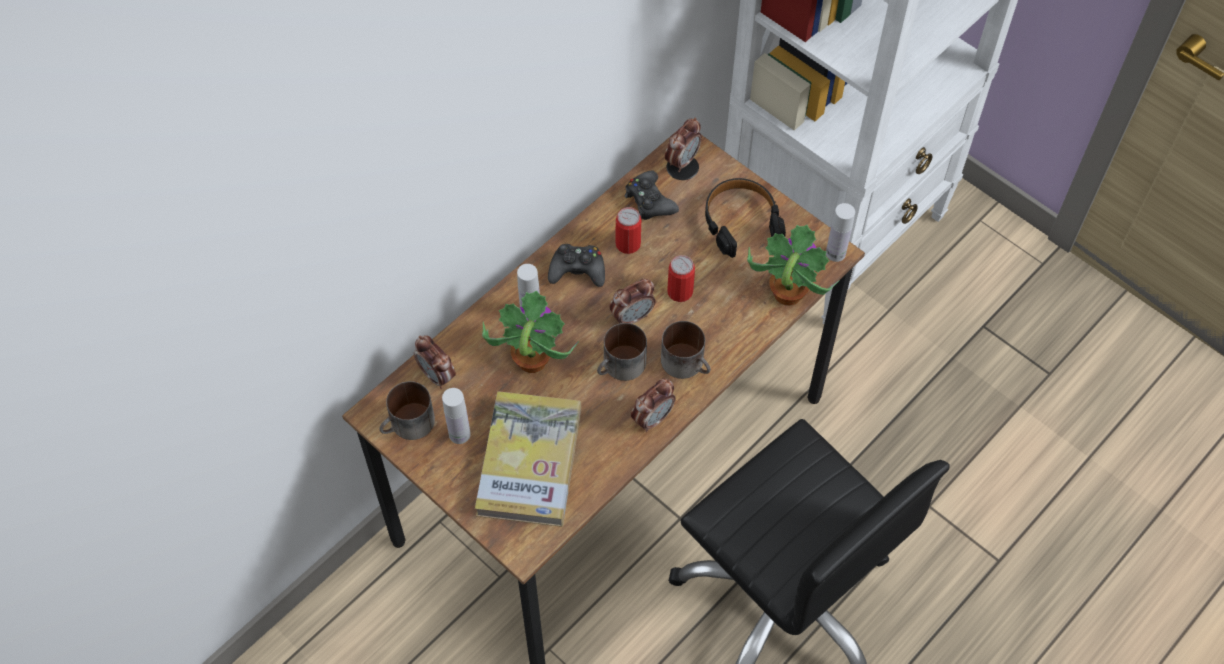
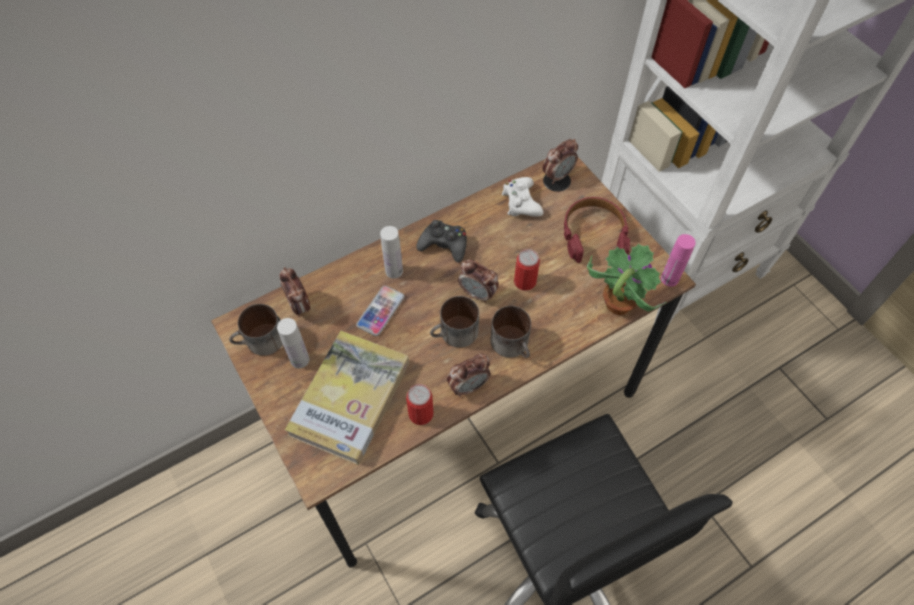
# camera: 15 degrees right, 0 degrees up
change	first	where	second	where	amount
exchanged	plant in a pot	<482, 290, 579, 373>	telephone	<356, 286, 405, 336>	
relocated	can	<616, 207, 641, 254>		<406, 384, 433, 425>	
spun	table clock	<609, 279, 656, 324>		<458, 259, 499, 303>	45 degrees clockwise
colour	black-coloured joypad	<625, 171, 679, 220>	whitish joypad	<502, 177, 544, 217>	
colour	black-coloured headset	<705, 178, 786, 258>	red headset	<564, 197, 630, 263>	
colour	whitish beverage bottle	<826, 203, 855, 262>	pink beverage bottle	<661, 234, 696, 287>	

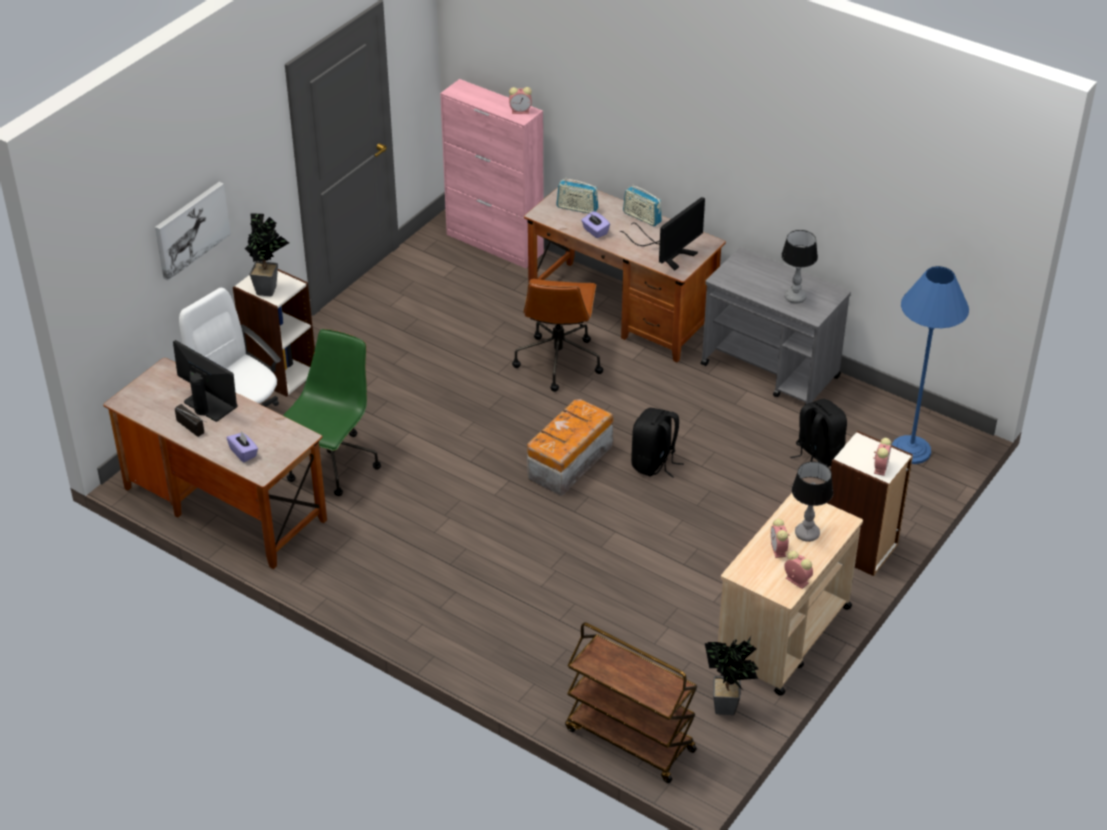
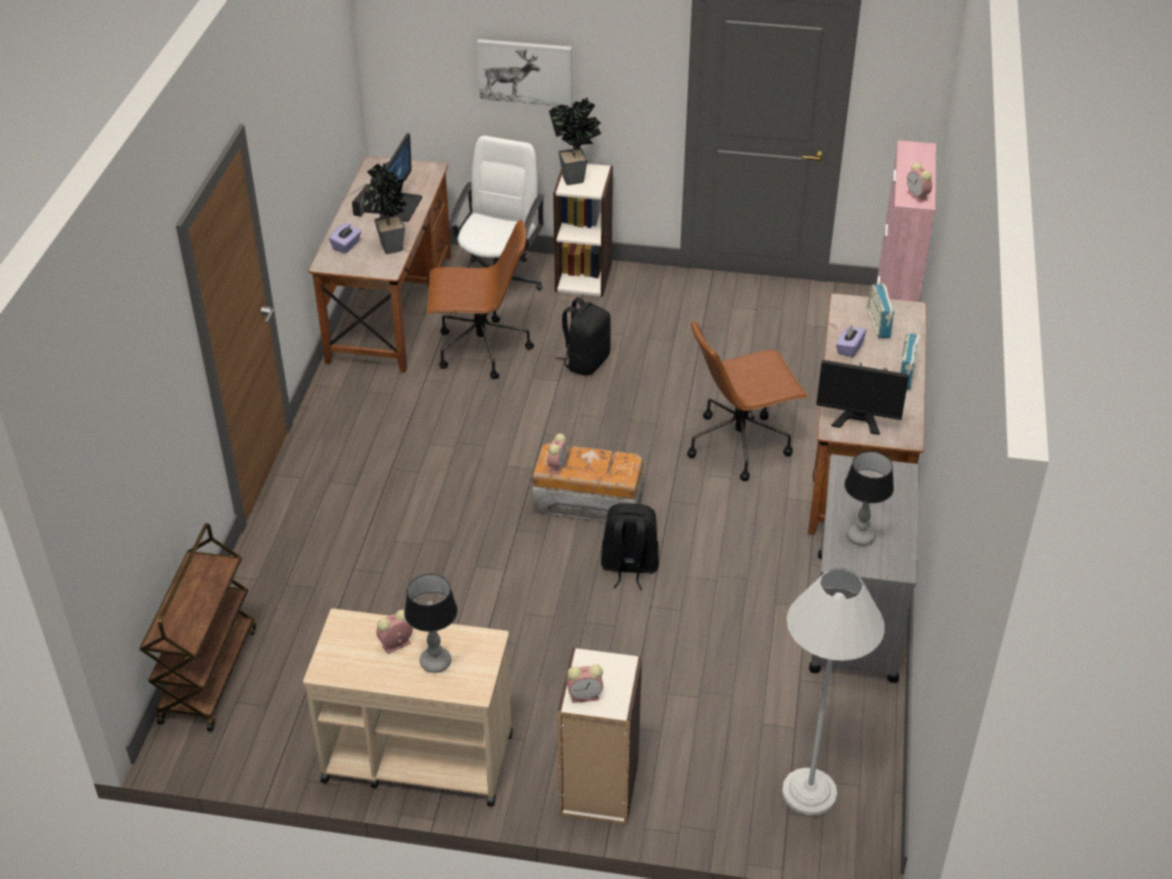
# camera: 65 degrees right, 0 degrees up
change	first	where	second	where	amount
relocated	plant in a pot	<705, 636, 758, 715>		<364, 163, 407, 254>	
colour	greenish computer chair	<283, 329, 381, 496>	brown-coloured computer chair	<427, 219, 534, 379>	
relocated	table clock	<784, 551, 813, 589>		<547, 433, 567, 474>	
relocated	black-coloured backpack	<790, 399, 847, 467>		<556, 297, 611, 375>	
colour	blue floor lamp	<892, 266, 969, 464>	whitish floor lamp	<782, 568, 885, 815>	

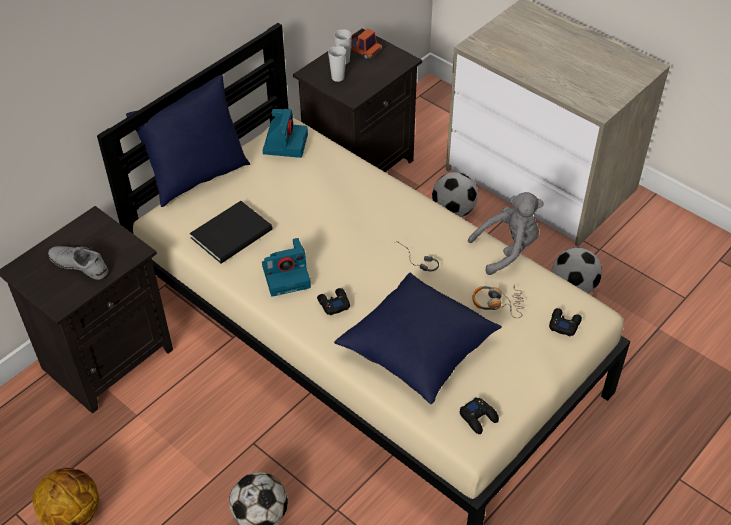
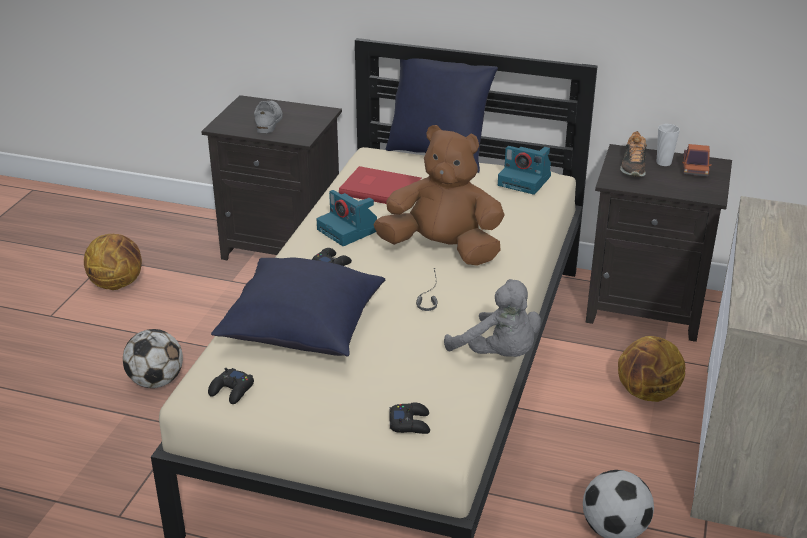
# camera: 65 degrees right, 15 degrees down
change	first	where	second	where	amount
colour	black-coloured book	<190, 201, 273, 264>	red book	<339, 166, 422, 204>	
appeared			brown-coloured soft toy	<374, 125, 505, 266>	
spun	photo camera	<263, 109, 308, 158>		<498, 146, 551, 195>	45 degrees clockwise
exchanged	football	<432, 172, 478, 217>	ball for basketball	<618, 336, 685, 402>	
exchanged	drinking cup	<328, 46, 346, 82>	low shoe	<620, 131, 647, 177>	
missing	headset	<472, 285, 524, 318>			

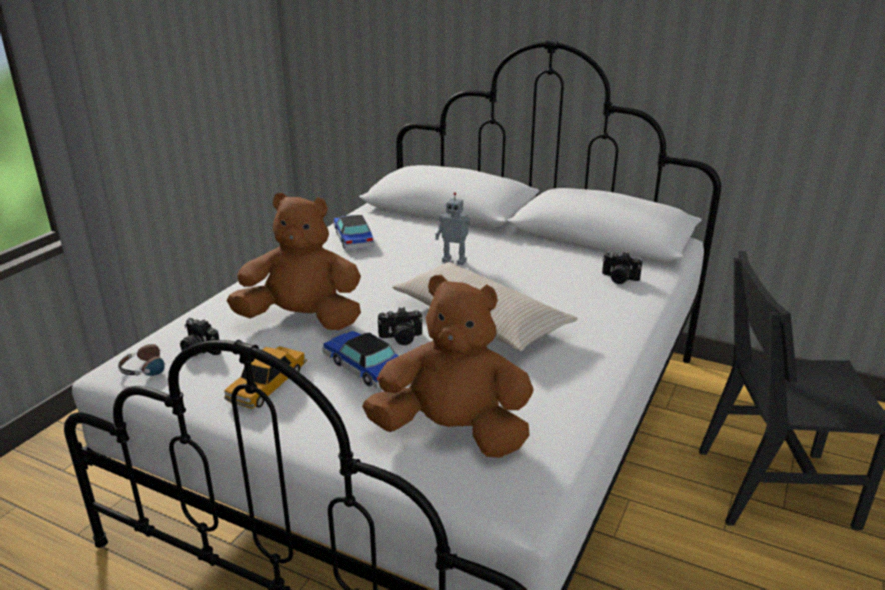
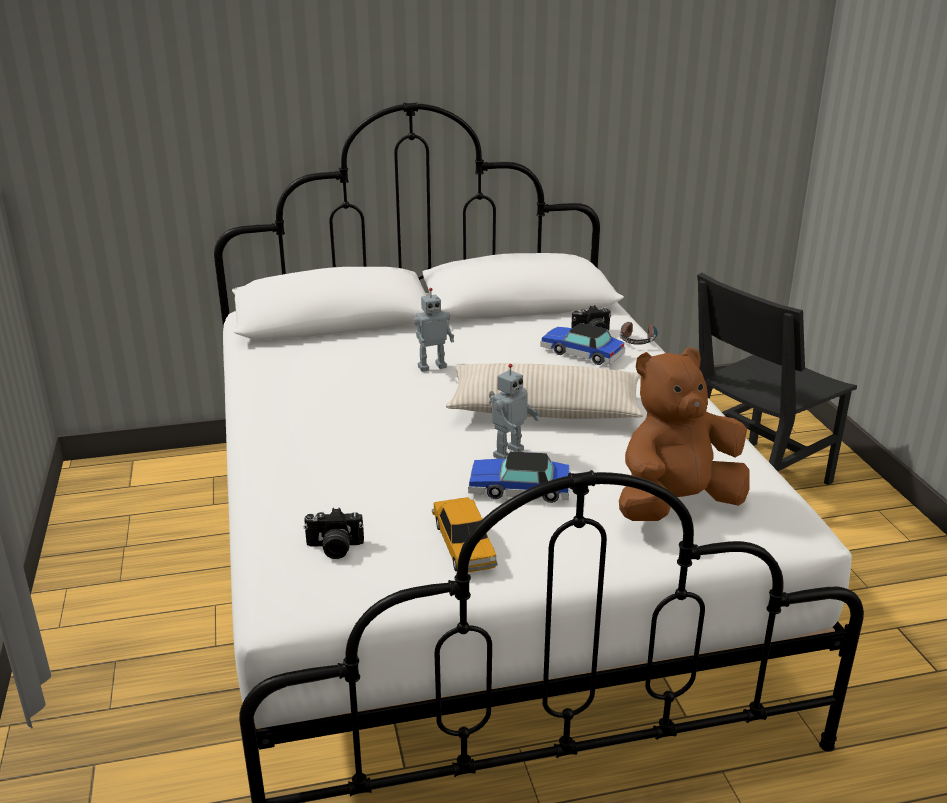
# camera: 40 degrees left, 0 degrees up
change	first	where	second	where	amount
exchanged	photo camera	<378, 307, 423, 345>	toy robot	<489, 364, 540, 459>	
relocated	miniature car	<333, 215, 374, 250>		<540, 323, 625, 365>	
relocated	headset	<118, 344, 172, 376>		<620, 322, 658, 345>	
missing	brown-coloured soft toy	<227, 192, 361, 330>			

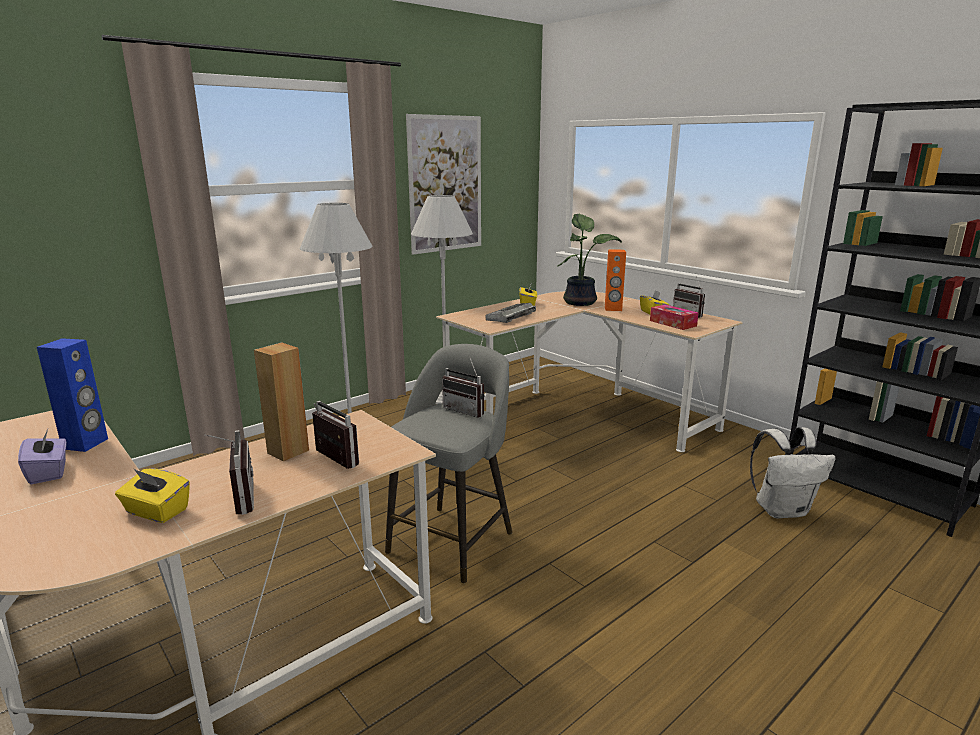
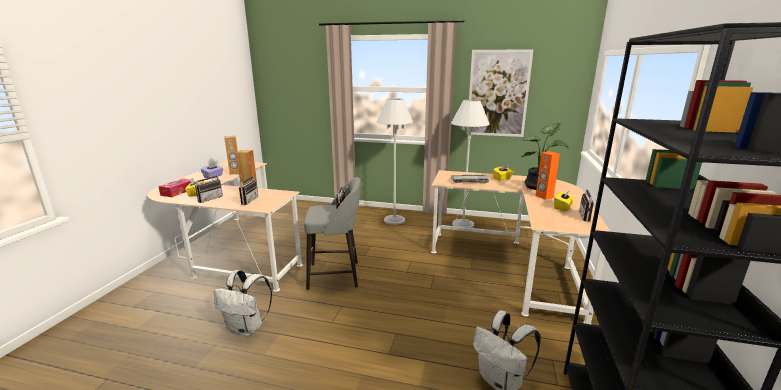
# camera: 55 degrees right, 0 degrees up
change	first	where	second	where	amount
relocated	box of tissues	<650, 304, 698, 330>		<158, 178, 191, 197>	
appeared			whitish backpack	<214, 270, 272, 336>	
colour	blue audio speaker	<37, 338, 108, 452>	brown-coloured audio speaker	<224, 135, 239, 175>	

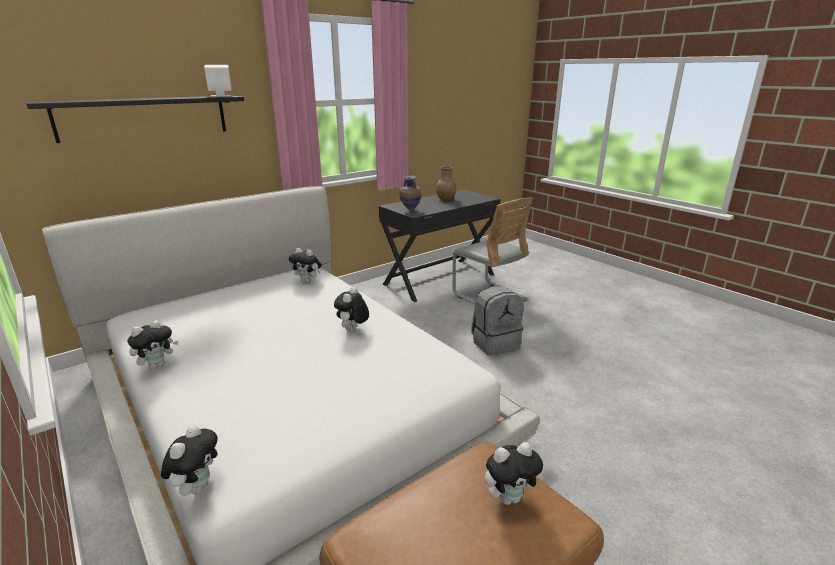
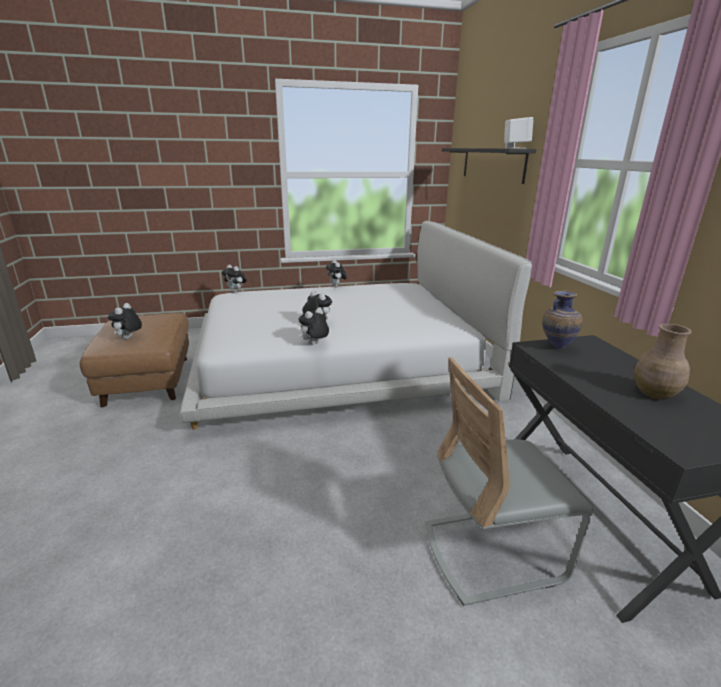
# camera: 115 degrees right, 0 degrees up
change	first	where	second	where	amount
relocated	soft toy	<289, 248, 322, 283>		<298, 308, 329, 344>	
missing	greyish backpack	<471, 286, 523, 356>			

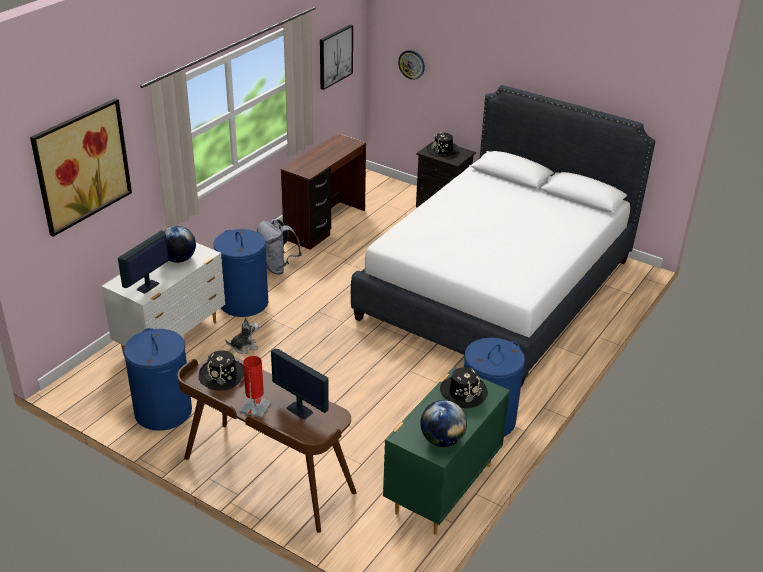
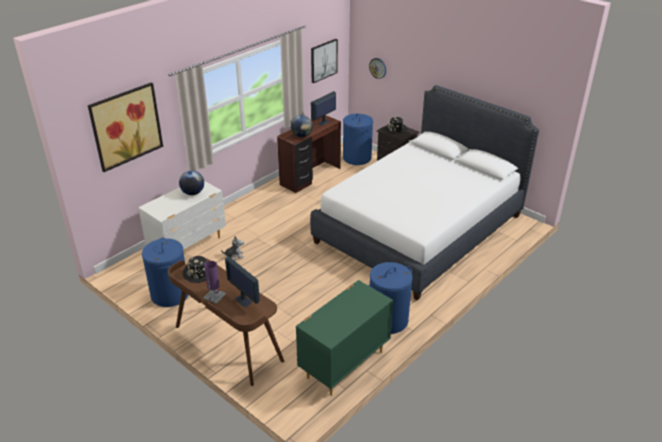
# camera: 10 degrees right, 0 degrees up
change	first	where	second	where	amount
colour	red table lamp	<240, 356, 271, 418>	purplish table lamp	<203, 261, 226, 304>	
relocated	desk globe	<420, 400, 467, 447>		<291, 115, 313, 137>	
relocated	computer display	<118, 230, 169, 294>		<311, 91, 336, 126>	
relocated	blue laundry basket	<213, 229, 268, 317>		<343, 113, 373, 165>	
missing	greyish backpack	<257, 219, 302, 274>			
missing	black-coloured hat	<440, 367, 488, 408>			

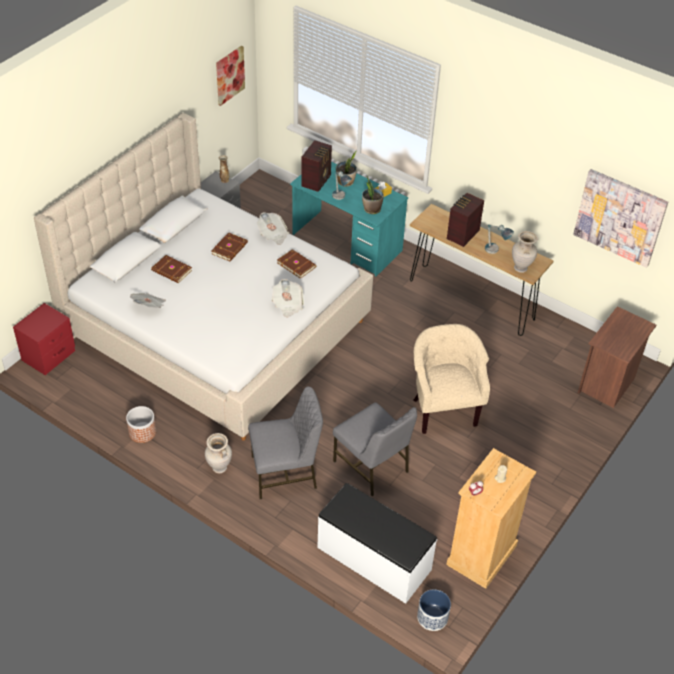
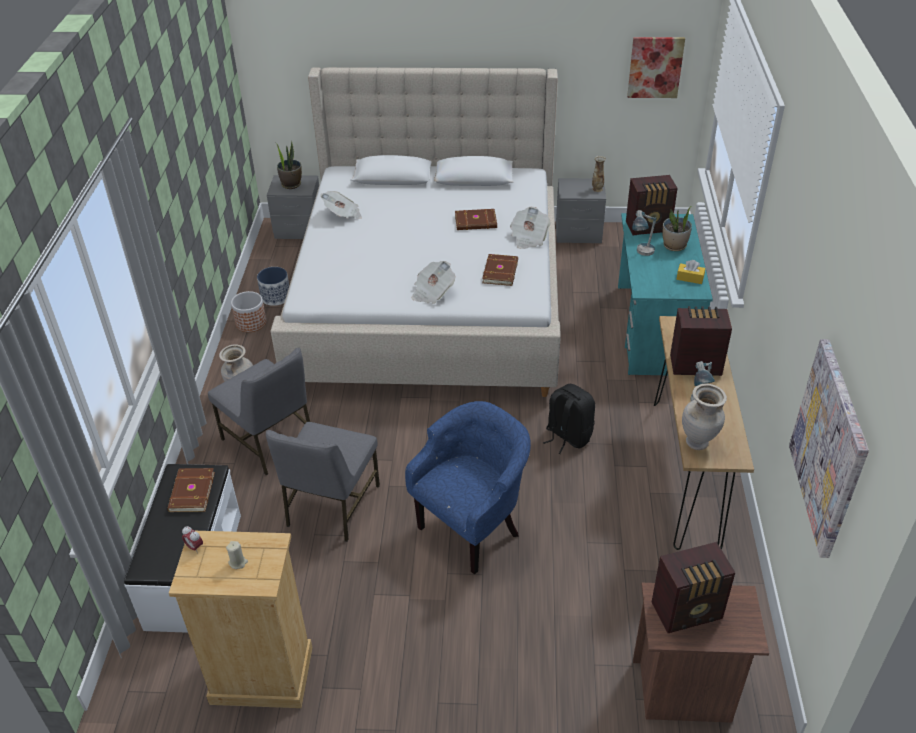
# camera: 60 degrees right, 5 degrees down
change	first	where	second	where	amount
relocated	brown-coloured book	<151, 255, 192, 283>		<167, 468, 215, 512>	
relocated	plant pot	<417, 589, 451, 631>		<257, 267, 289, 306>	
colour	red night table	<13, 303, 75, 375>	greyish night table	<267, 175, 319, 239>	
relocated	plant in a pot	<362, 176, 384, 214>		<275, 141, 302, 189>	
colour	beige-coloured lounge chair	<414, 324, 490, 434>	blue lounge chair	<405, 401, 531, 575>	
appeared			black-coloured backpack	<543, 384, 595, 454>	
appeared			radio set	<652, 542, 735, 633>	

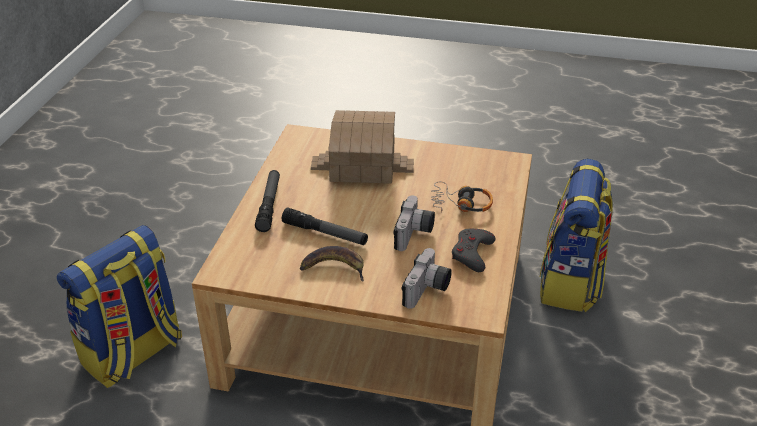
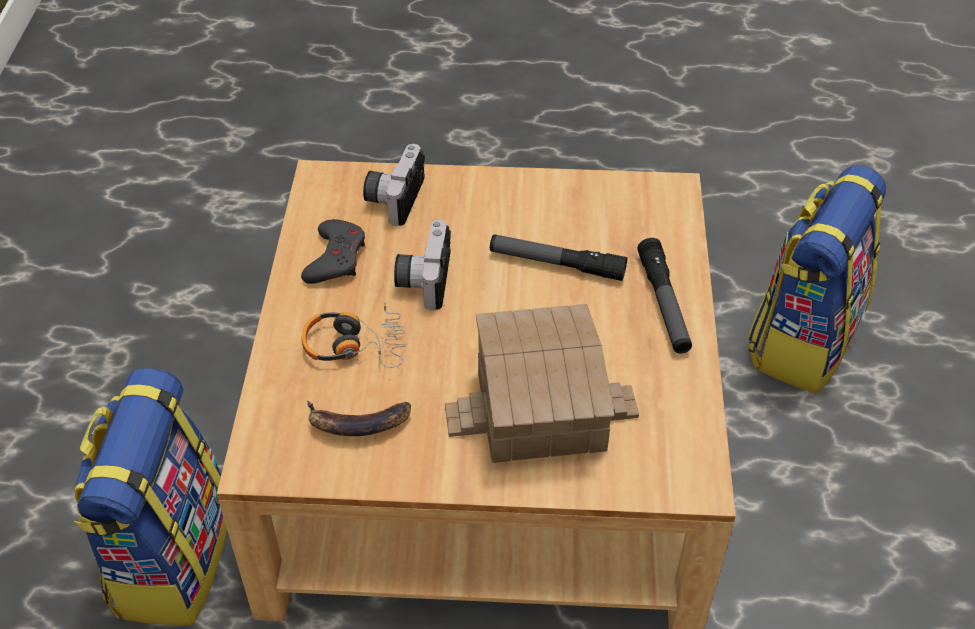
# camera: 170 degrees right, 10 degrees up
change	first	where	second	where	amount
relocated	whole banana	<300, 246, 364, 281>		<307, 400, 411, 436>	

